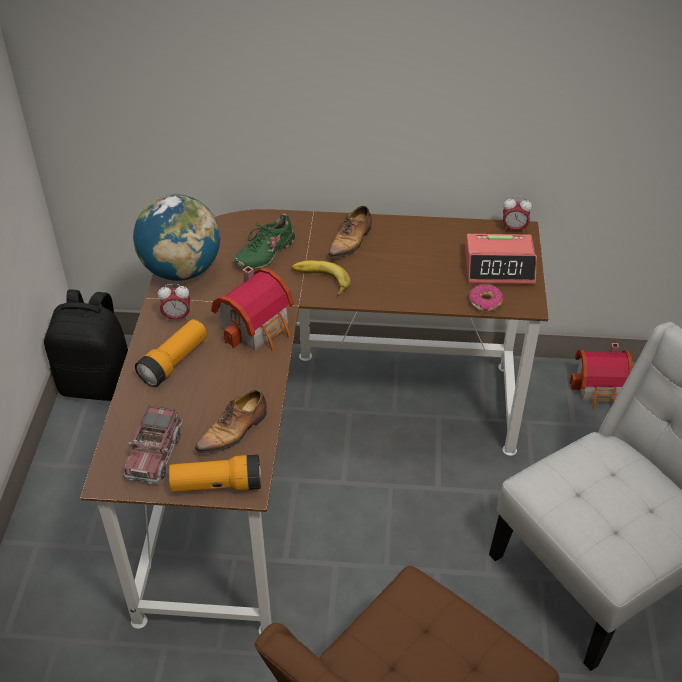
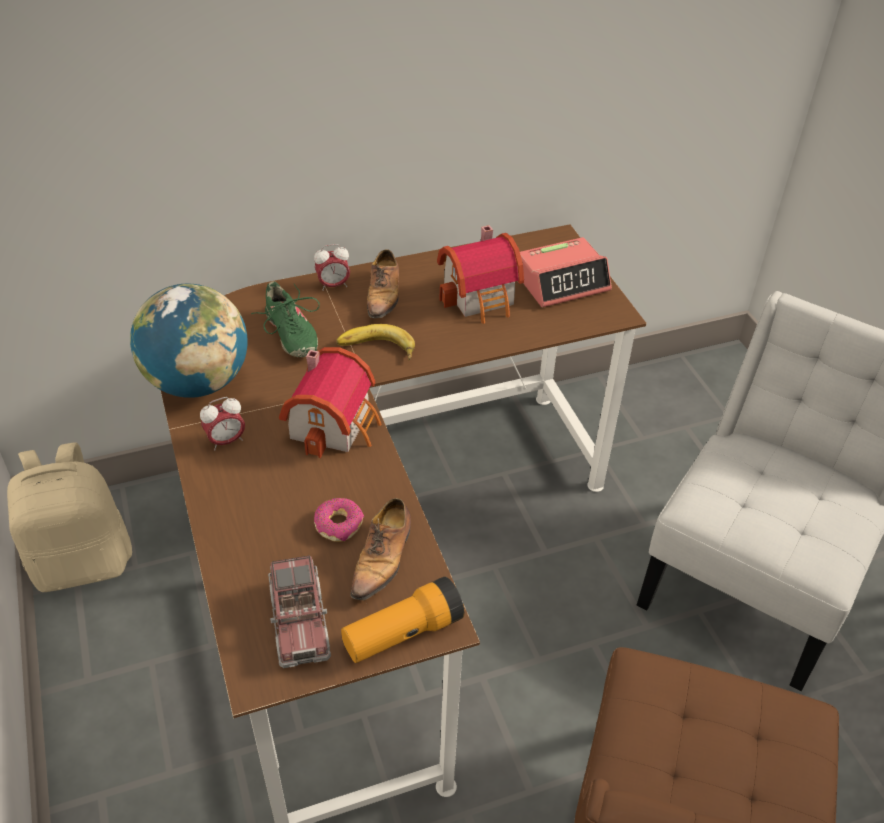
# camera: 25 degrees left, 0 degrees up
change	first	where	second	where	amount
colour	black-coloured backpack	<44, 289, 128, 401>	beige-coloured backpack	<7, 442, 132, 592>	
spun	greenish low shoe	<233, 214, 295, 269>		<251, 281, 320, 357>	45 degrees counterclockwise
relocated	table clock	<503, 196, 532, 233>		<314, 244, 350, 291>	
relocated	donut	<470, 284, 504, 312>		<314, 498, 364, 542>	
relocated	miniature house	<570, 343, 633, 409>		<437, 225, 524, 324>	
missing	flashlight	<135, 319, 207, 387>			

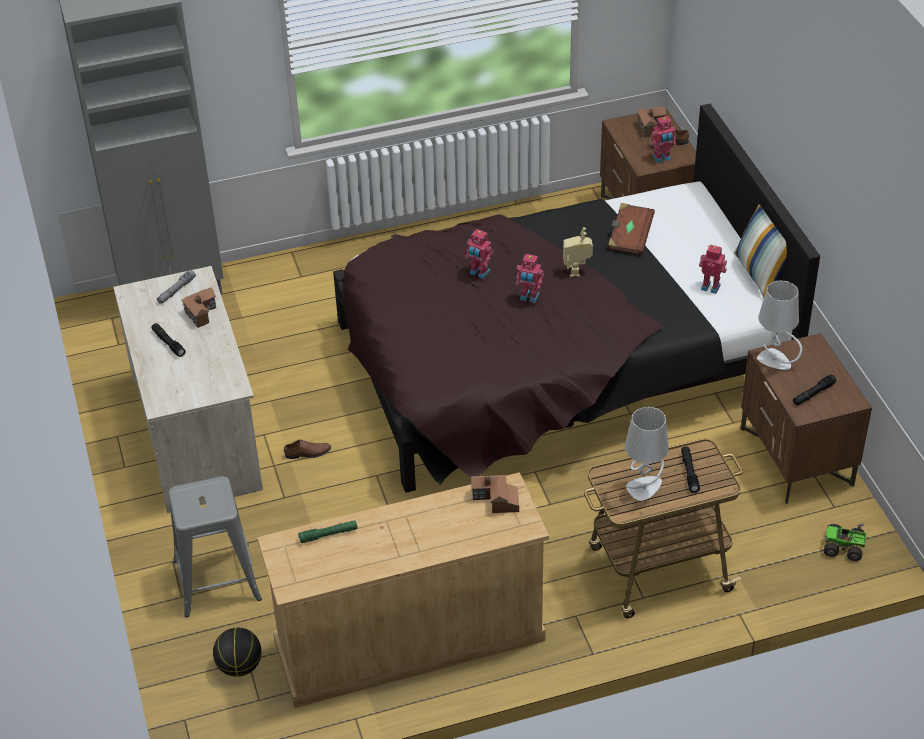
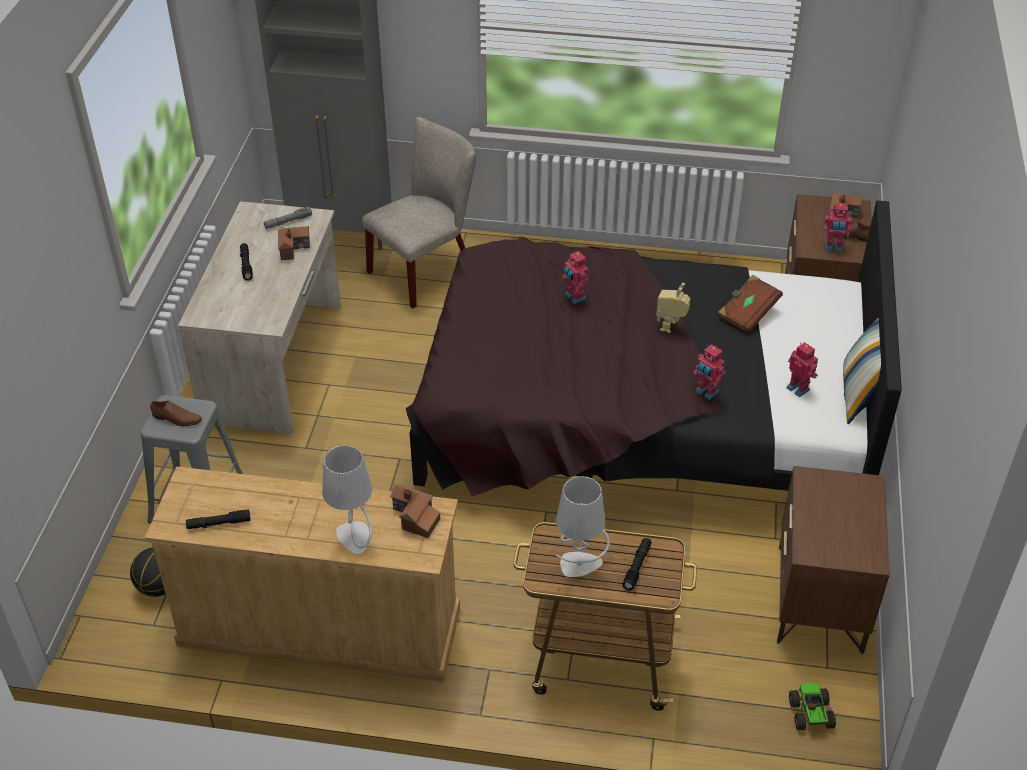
# camera: 25 degrees right, 0 degrees up
change	first	where	second	where	amount
relocated	brown-coloured low shoe	<284, 440, 331, 459>		<150, 401, 202, 426>	
relocated	black-coloured flashlight	<793, 375, 836, 405>		<186, 510, 251, 529>	
relocated	greyish table lamp	<757, 280, 802, 370>		<322, 445, 372, 554>	
appeared			beige-coloured chair	<362, 117, 476, 309>	
relocated	toy robot	<516, 254, 544, 303>		<693, 344, 726, 400>	
spun	model truck	<824, 523, 866, 561>		<789, 683, 836, 731>	45 degrees clockwise
missing	greenish flashlight	<298, 521, 357, 543>			

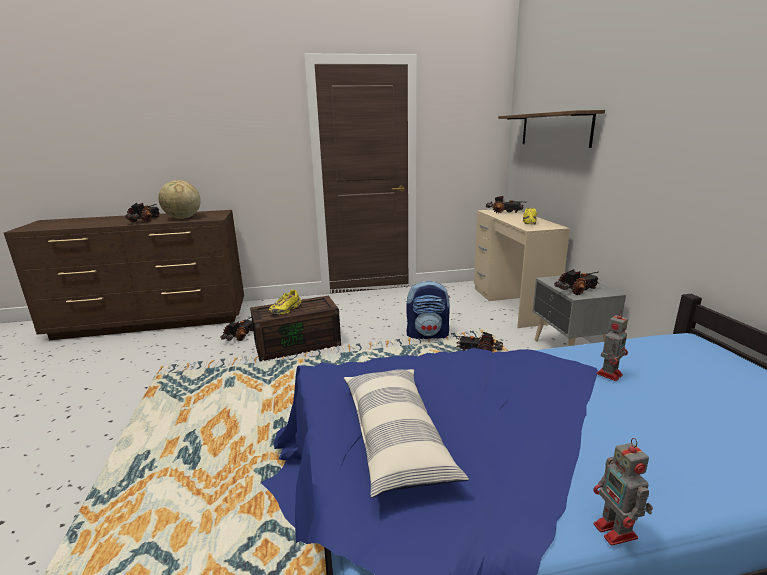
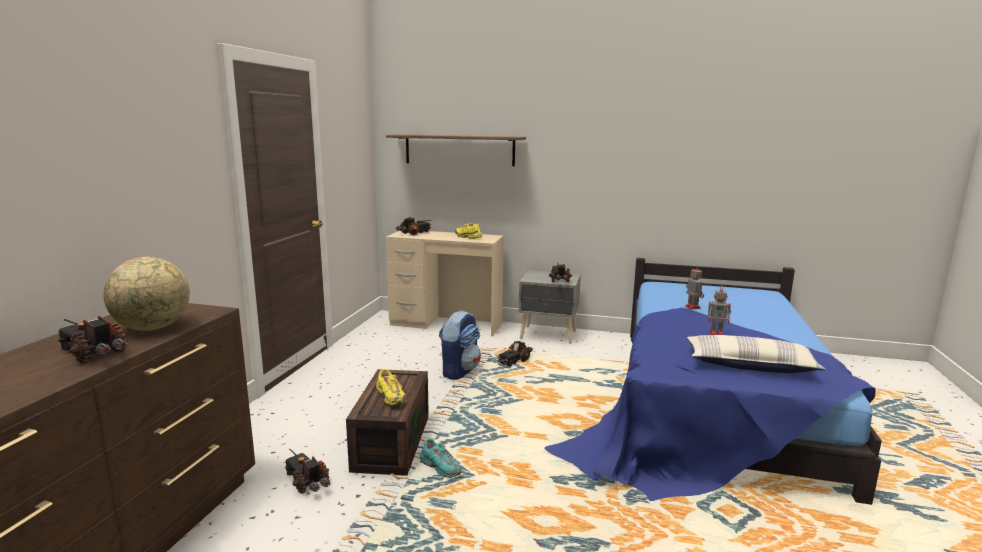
# camera: 65 degrees left, 5 degrees down
change	first	where	second	where	amount
appeared			turquoise-coloured low shoe	<420, 439, 462, 478>	
relocated	toy robot	<593, 438, 653, 546>		<708, 286, 731, 335>	

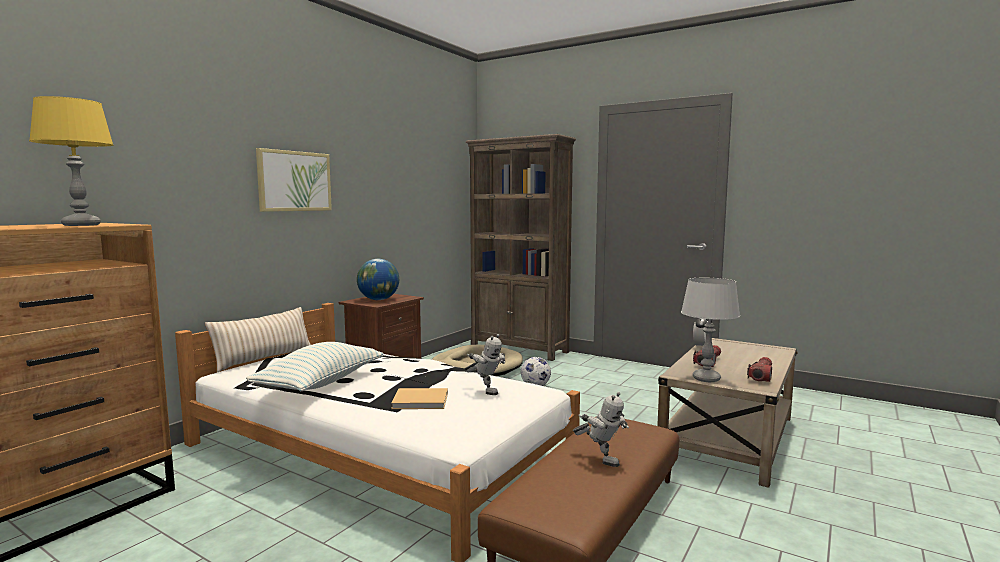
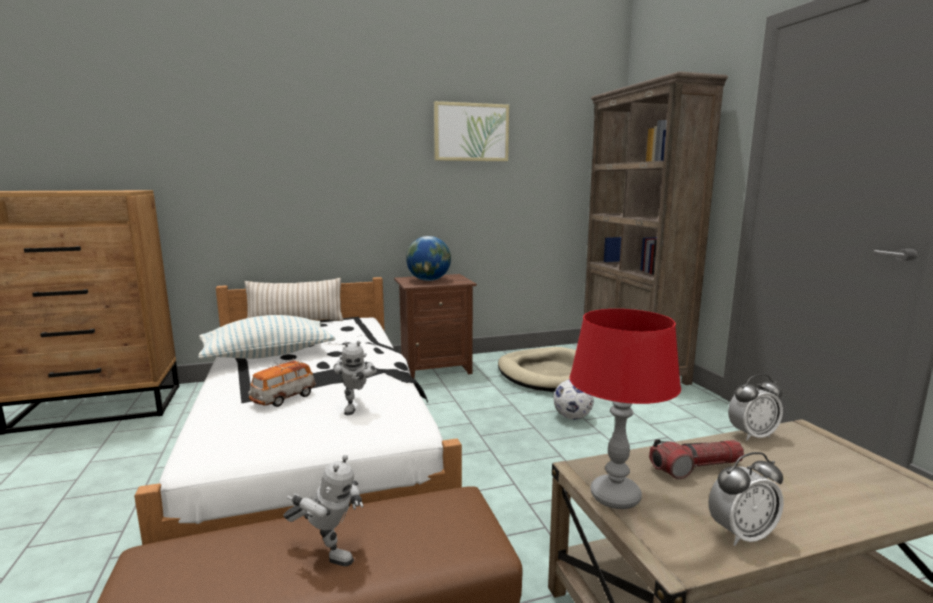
# camera: 40 degrees right, 5 degrees up
change	first	where	second	where	amount
exchanged	beige-coloured book	<391, 388, 448, 409>	miniature car	<248, 359, 316, 407>	
spun	toy robot	<573, 392, 629, 467>		<283, 455, 363, 566>	60 degrees counterclockwise
relocated	wall picture	<256, 148, 332, 212>		<434, 101, 509, 161>	
colour	greyish table lamp	<681, 278, 740, 382>	red table lamp	<569, 309, 681, 509>	
exchanged	flashlight	<747, 357, 772, 382>	table clock	<708, 452, 784, 546>	
missing	yellow table lamp	<29, 96, 113, 226>			

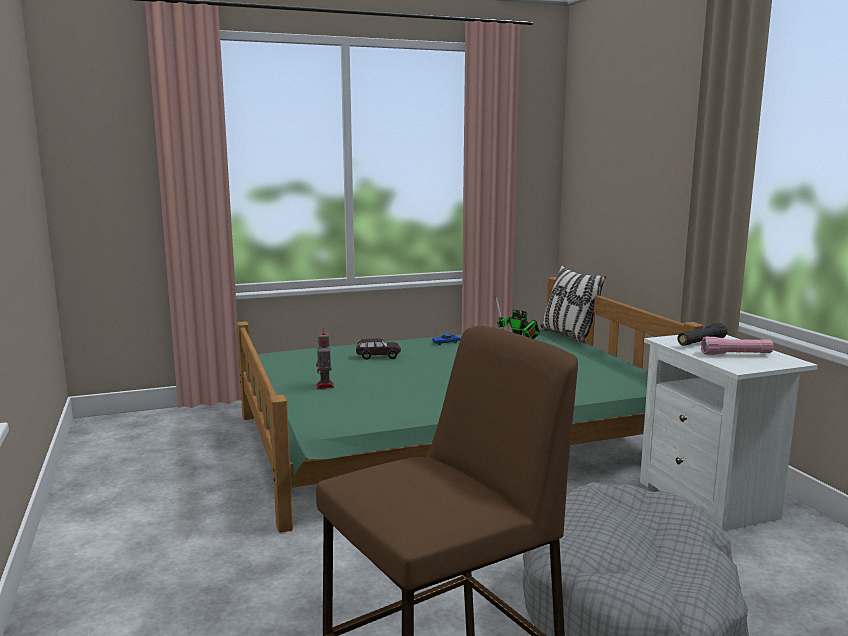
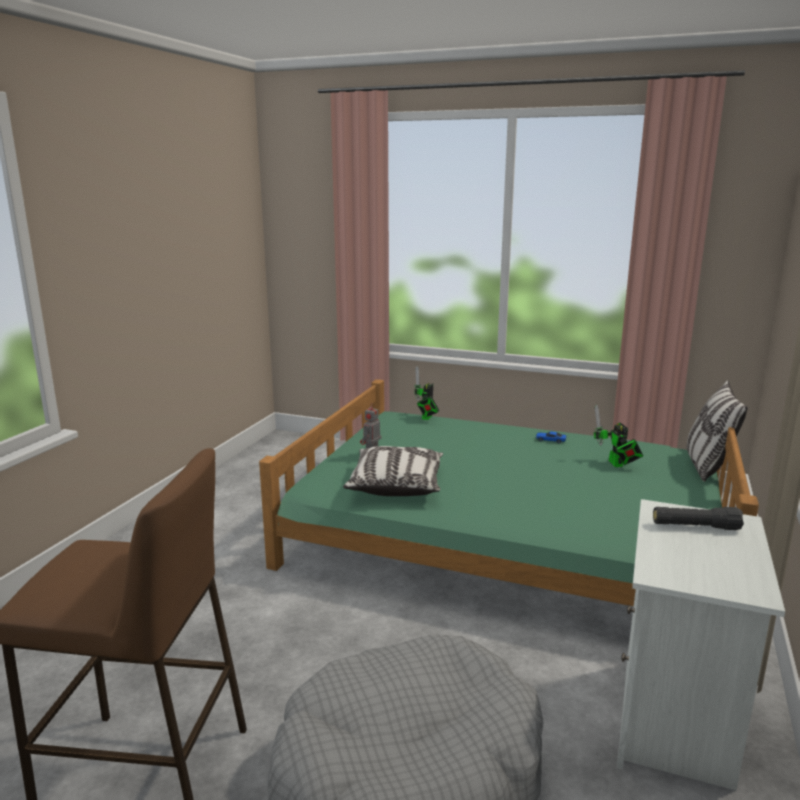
# camera: 40 degrees right, 5 degrees up
change	first	where	second	where	amount
appeared			cushion	<343, 446, 443, 496>	
appeared			toy robot	<414, 366, 439, 420>	
missing	brown-coloured miniature car	<356, 338, 401, 360>			
missing	pink flashlight	<701, 337, 773, 355>			

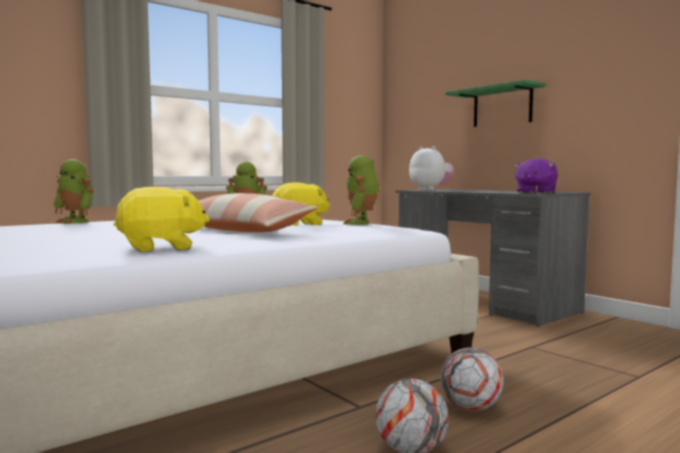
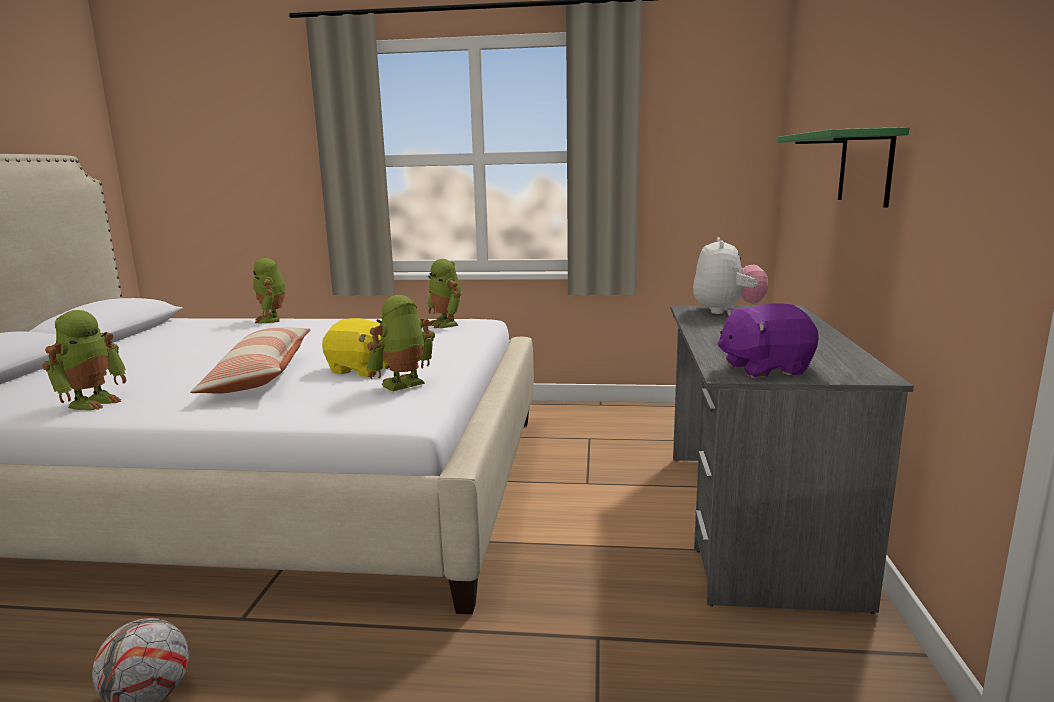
# camera: 45 degrees right, 10 degrees up
change	first	where	second	where	amount
exchanged	yellow soft toy	<114, 187, 210, 252>	toy robot	<42, 310, 126, 410>	
missing	football	<441, 348, 504, 411>			

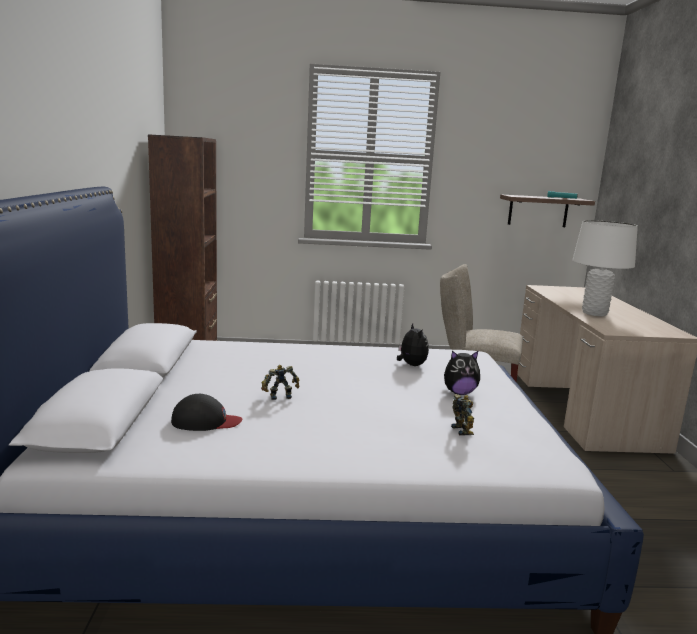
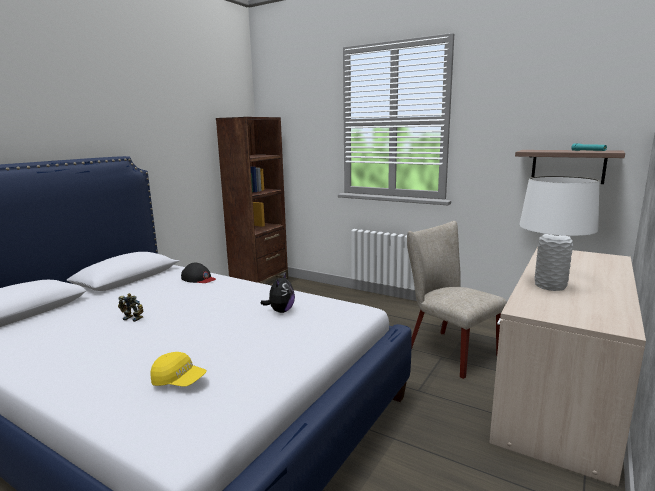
# camera: 35 degrees right, 0 degrees up
change	first	where	second	where	amount
exchanged	toy robot	<451, 394, 474, 436>	yellow peaked cap	<150, 352, 207, 387>	
relocated	black-coloured peaked cap	<171, 394, 242, 431>		<181, 262, 216, 283>	
missing	soft toy	<444, 350, 480, 395>			

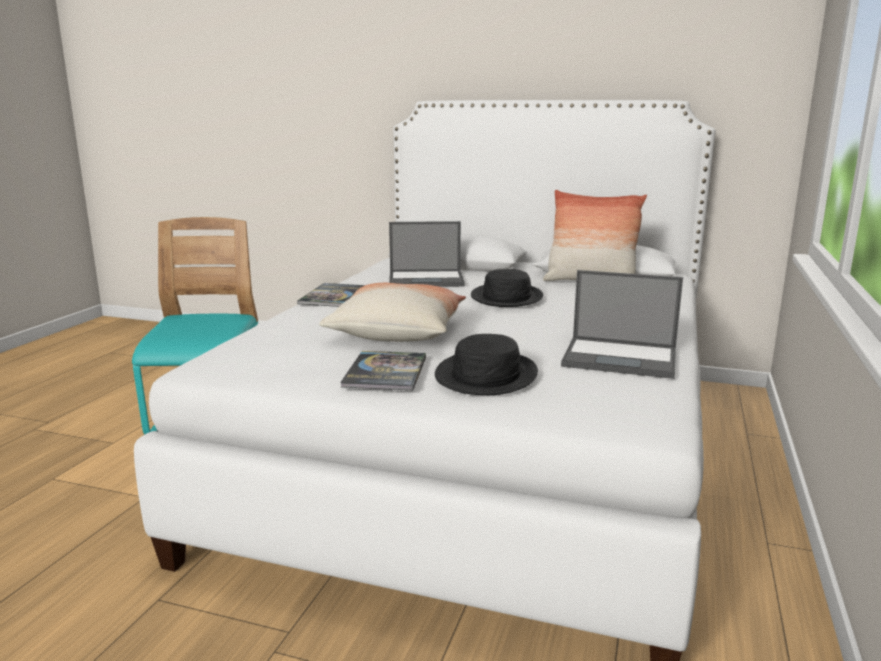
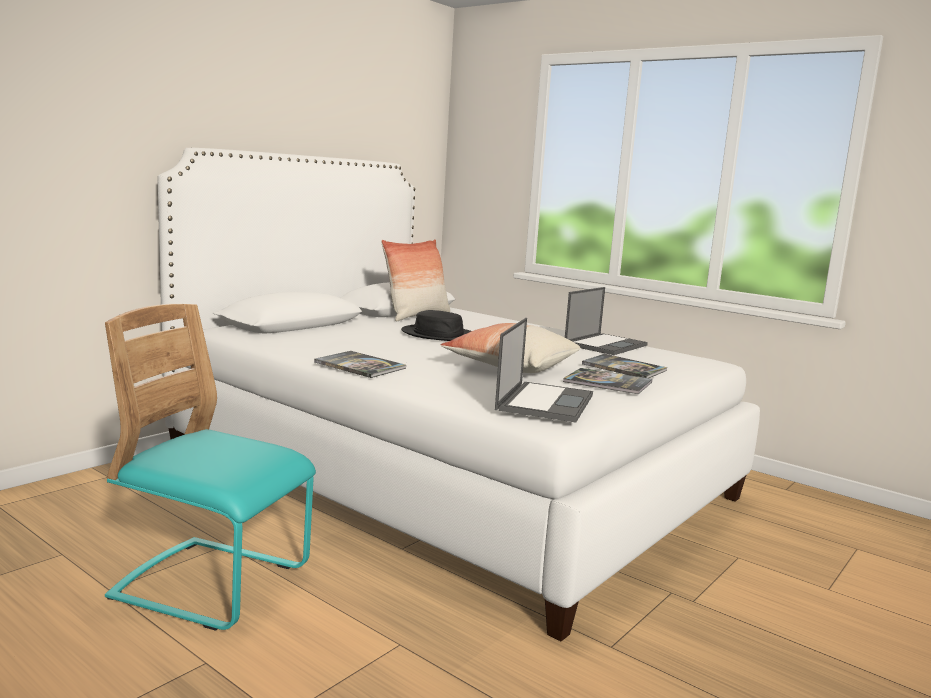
# camera: 70 degrees left, 5 degrees down
change	first	where	second	where	amount
relocated	portable computer	<389, 221, 465, 287>		<495, 318, 593, 423>	
exchanged	black-coloured hat	<435, 334, 538, 395>	book	<582, 354, 667, 378>	

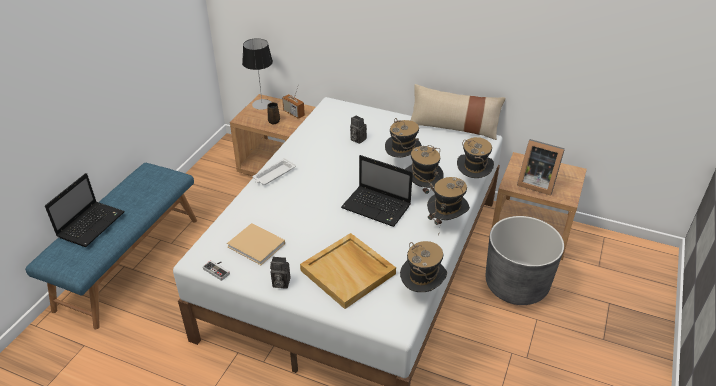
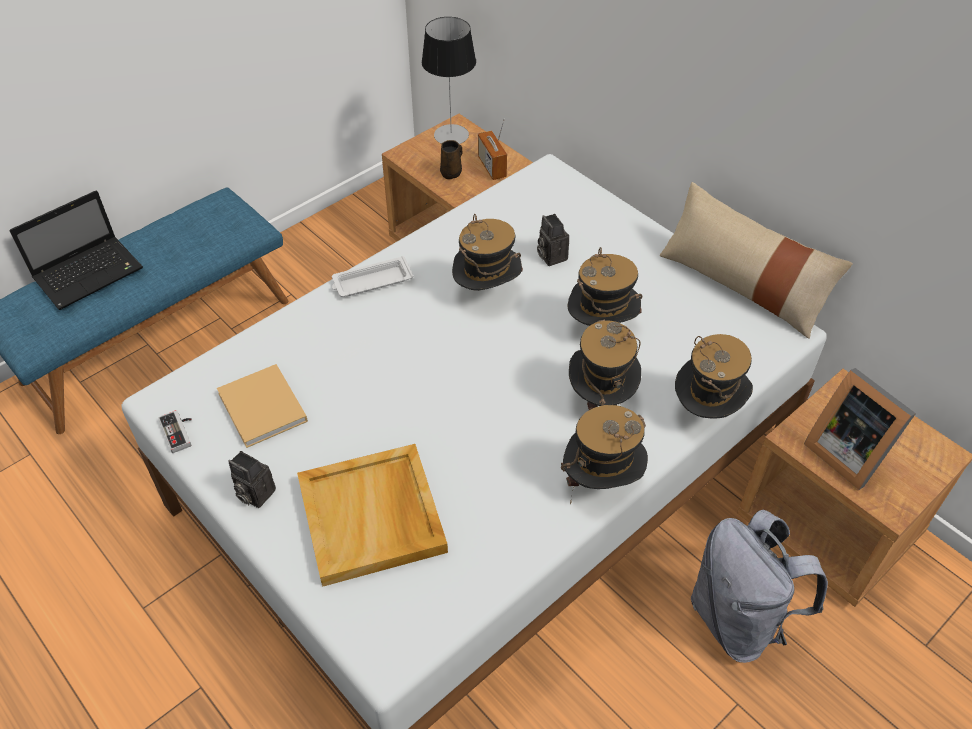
# camera: 25 degrees right, 10 degrees up
change	first	where	second	where	amount
relocated	hat	<400, 241, 447, 292>		<452, 214, 523, 291>	
exchanged	greyish plant pot	<485, 216, 564, 305>	greyish backpack	<691, 510, 828, 663>	
missing	portable computer	<341, 155, 413, 227>			

